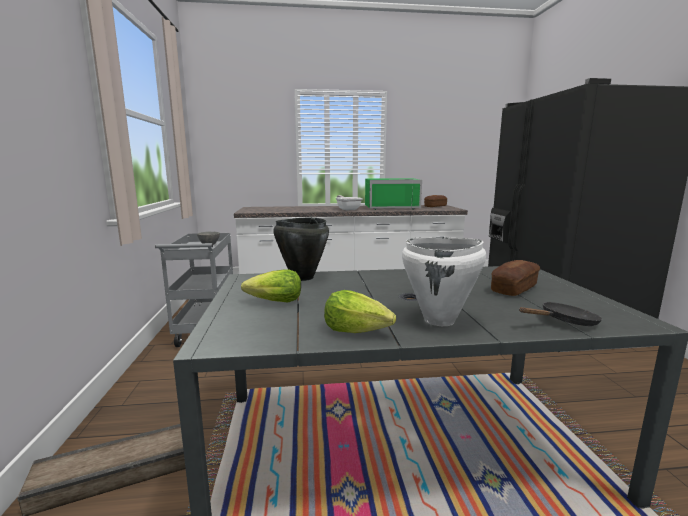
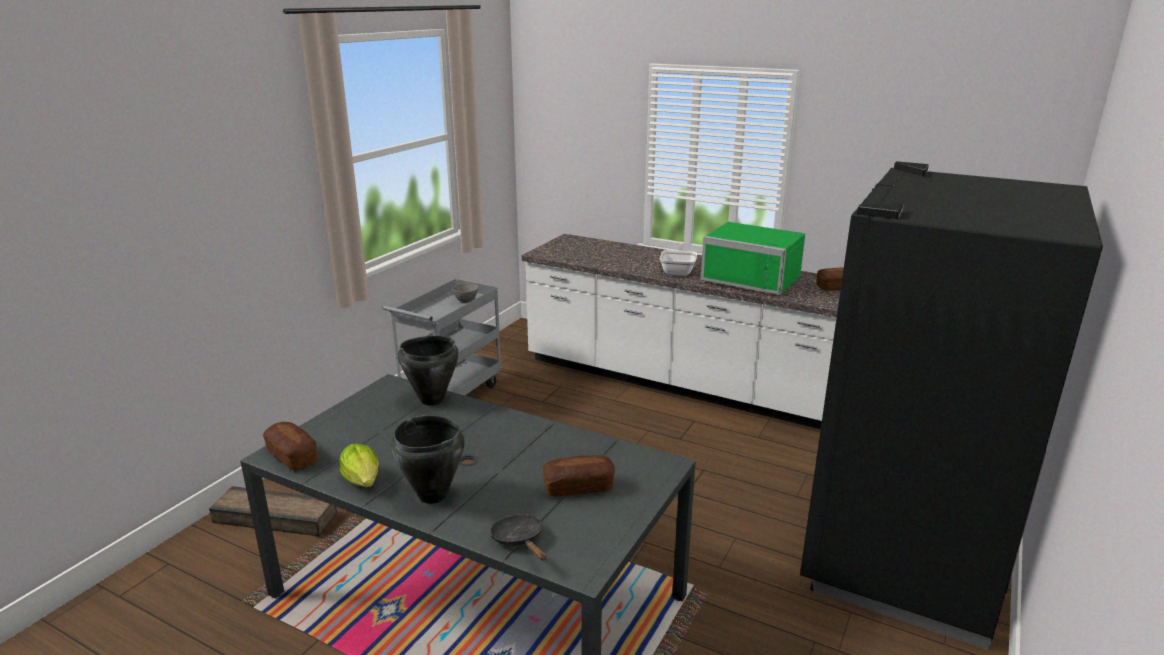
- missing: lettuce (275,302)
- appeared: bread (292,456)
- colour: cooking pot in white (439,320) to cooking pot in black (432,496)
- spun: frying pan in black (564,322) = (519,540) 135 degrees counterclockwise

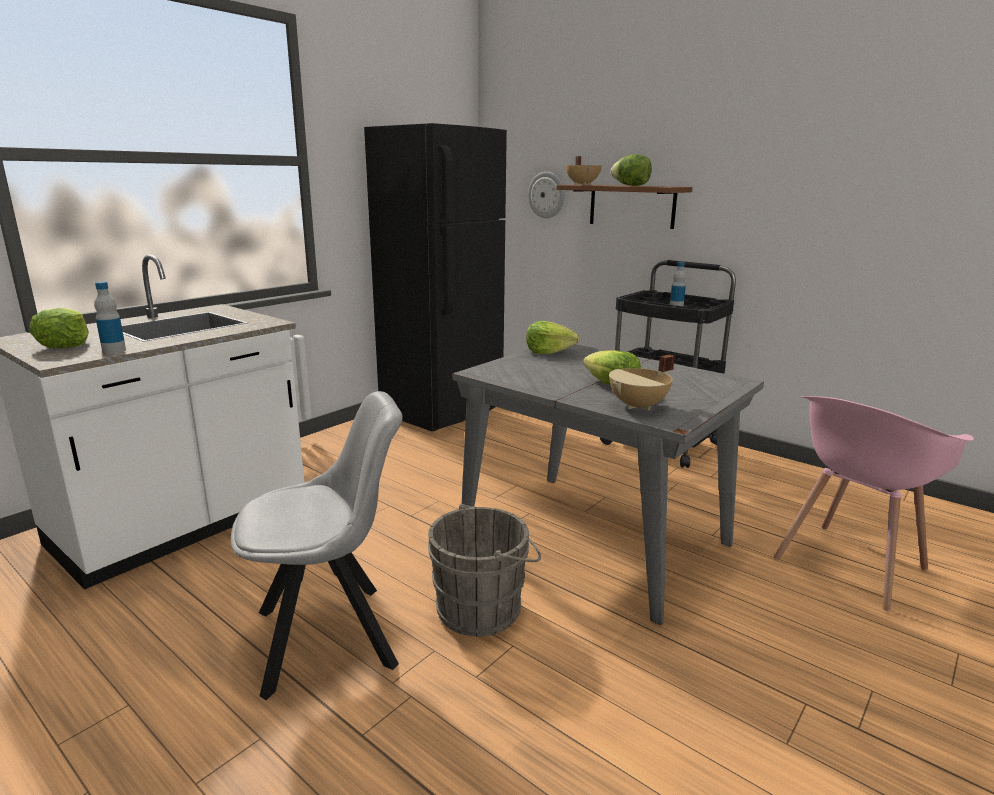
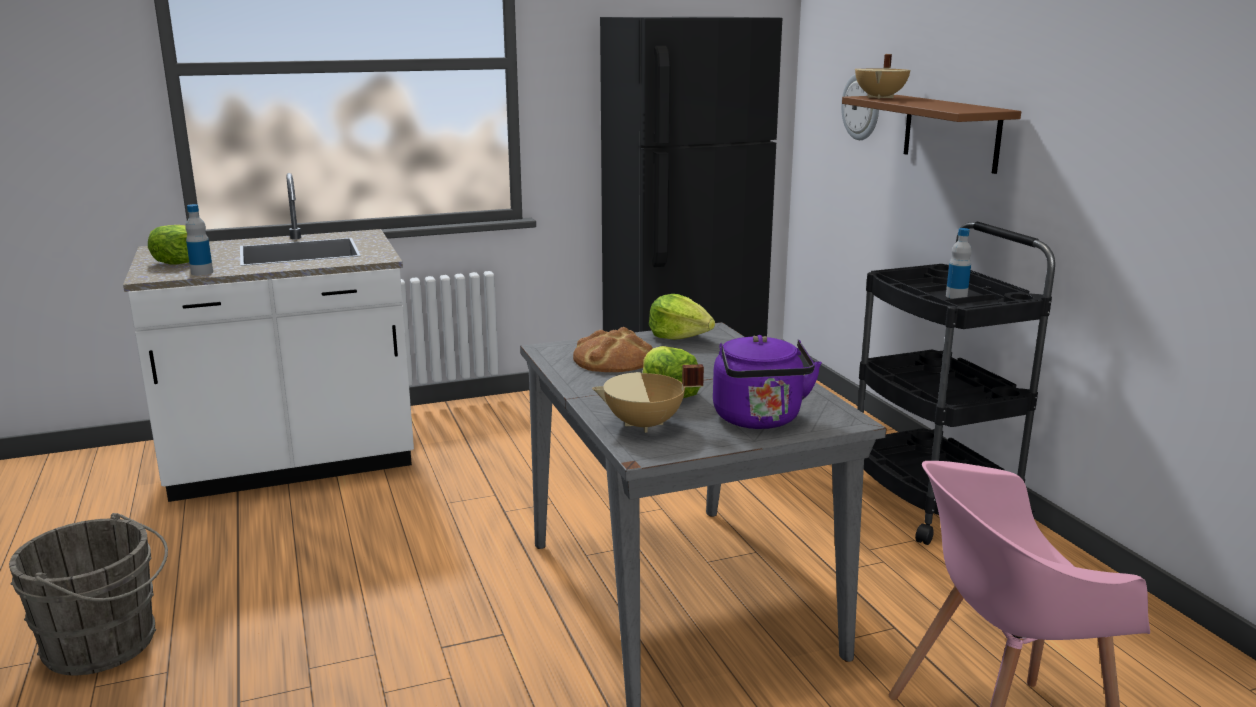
- missing: chair in grey (330,636)
- missing: lettuce (631,185)
- appeared: bread (614,359)
- appeared: kettle in purple (759,420)
- relocated: bucket in grey (484,608) to (106,645)

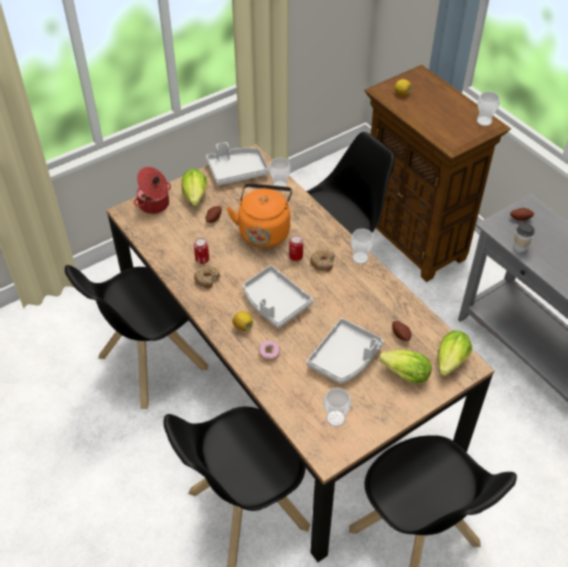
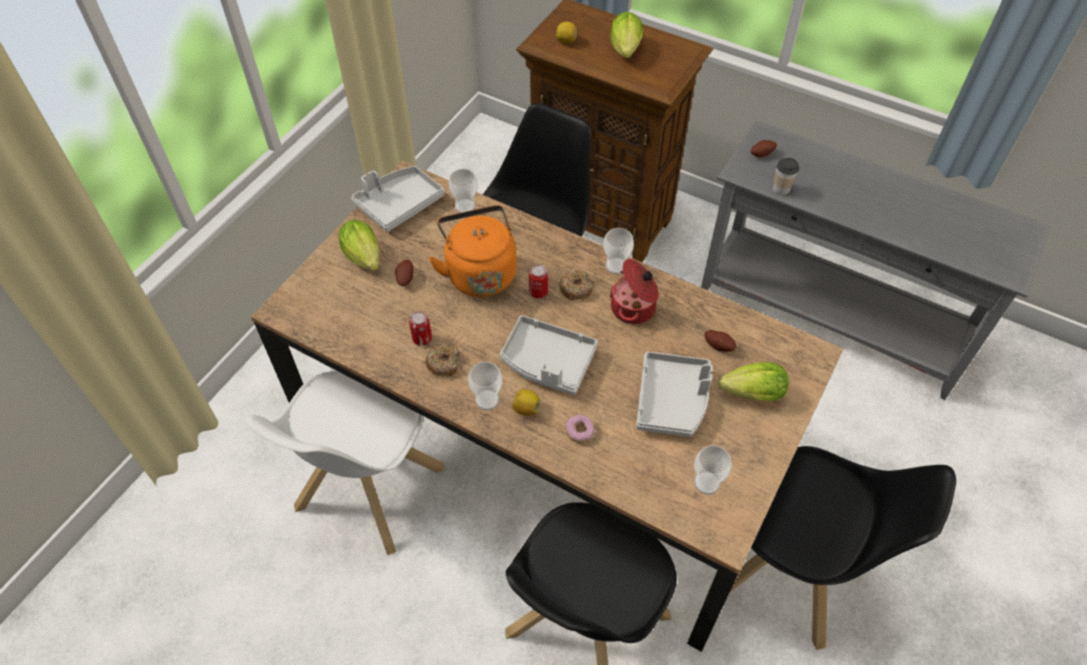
- relocated: cooking pot (154,204) to (634,308)
- relocated: lettuce (449,364) to (625,51)
- relocated: cup (484,121) to (487,400)
- colour: chair in black (149,363) to chair in white (367,491)

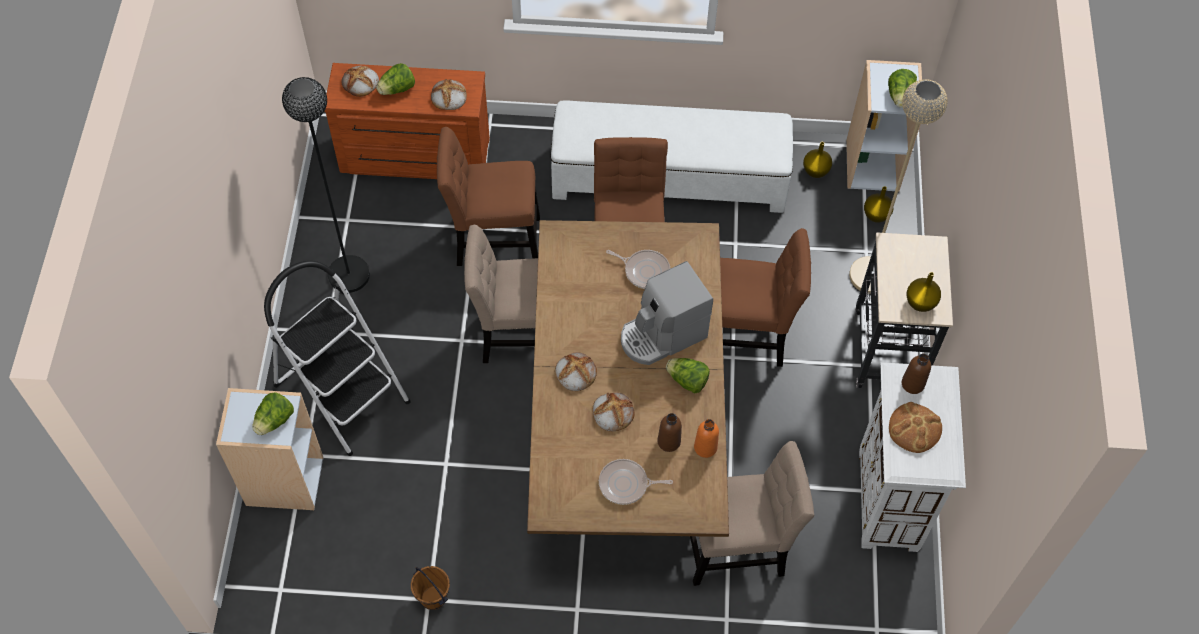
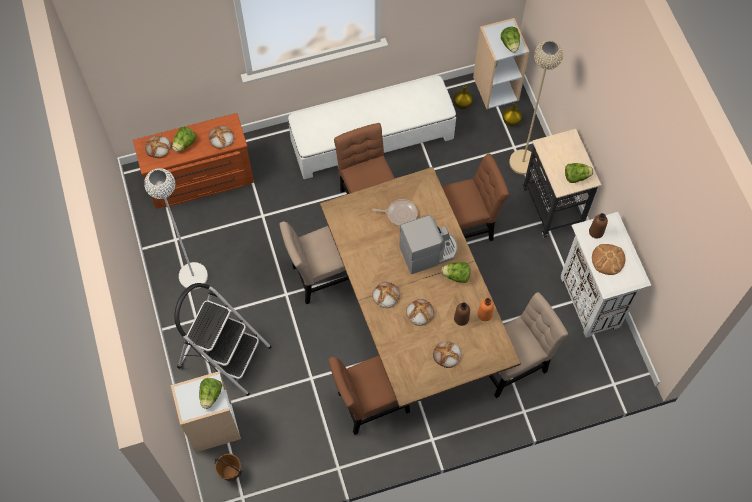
- relocated: bucket in brown (433,597) to (231,472)
- relocated: chair in brown (493,239) to (370,405)
- exchanged: frying pan (626,484) to bread (447,355)
- exchanged: vase in yellow (920,302) to lettuce (576,176)
- colour: floor lamp in black (349,274) to floor lamp in white (193,276)
- spun: coffee machine (662,335) = (428,252) 150 degrees counterclockwise

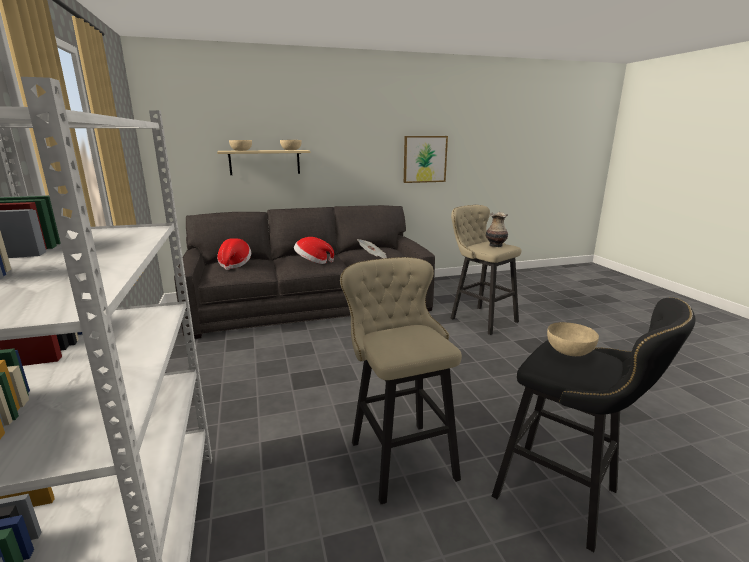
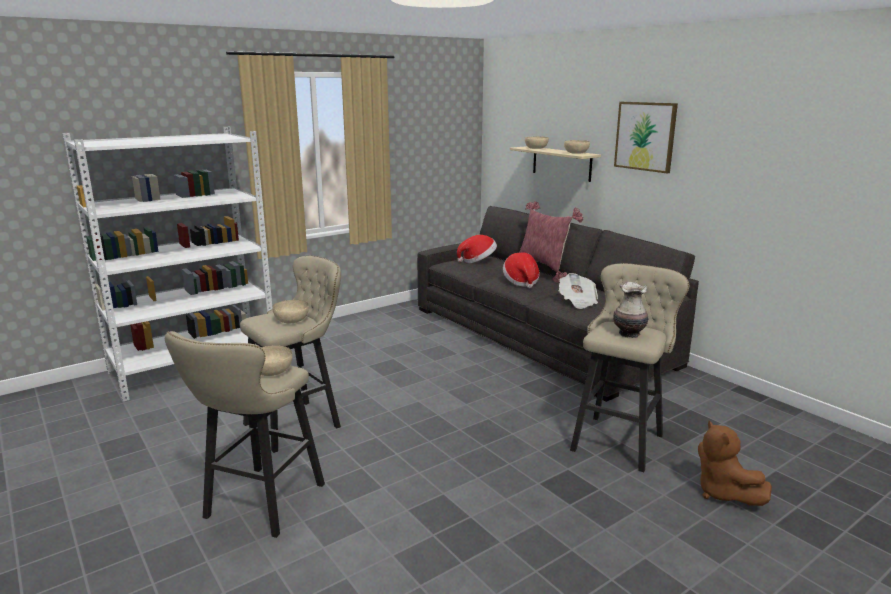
- appeared: bowl in beige (291,320)
- appeared: pillow in red (543,274)
- appeared: plush toy in brown (723,493)
- relocated: picture (425,159) to (645,136)
- colour: stool in black (570,501) to stool in beige (257,508)

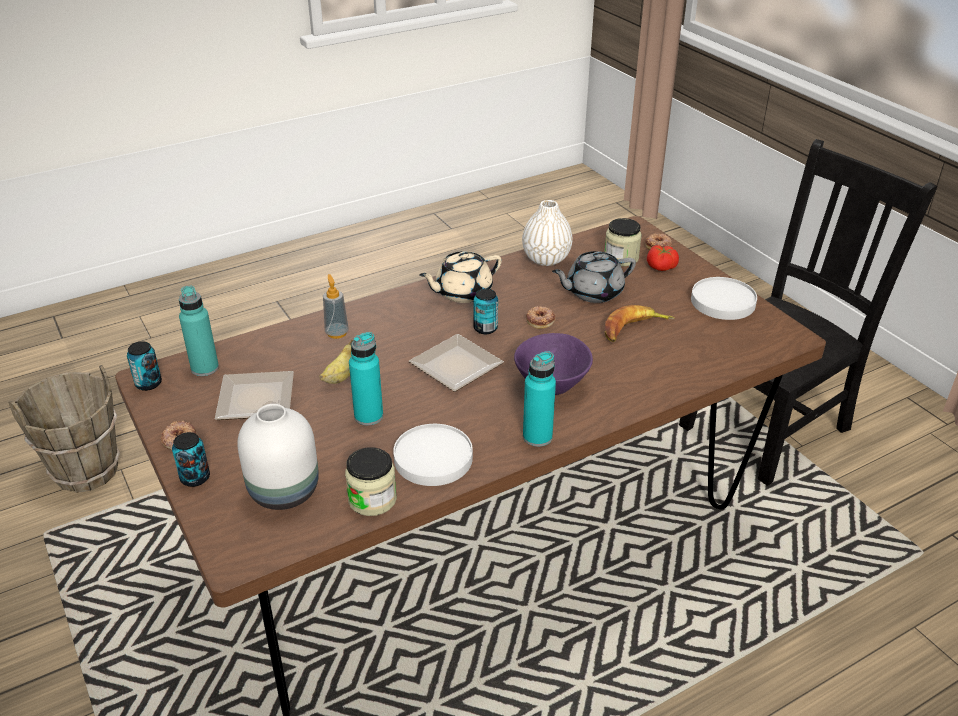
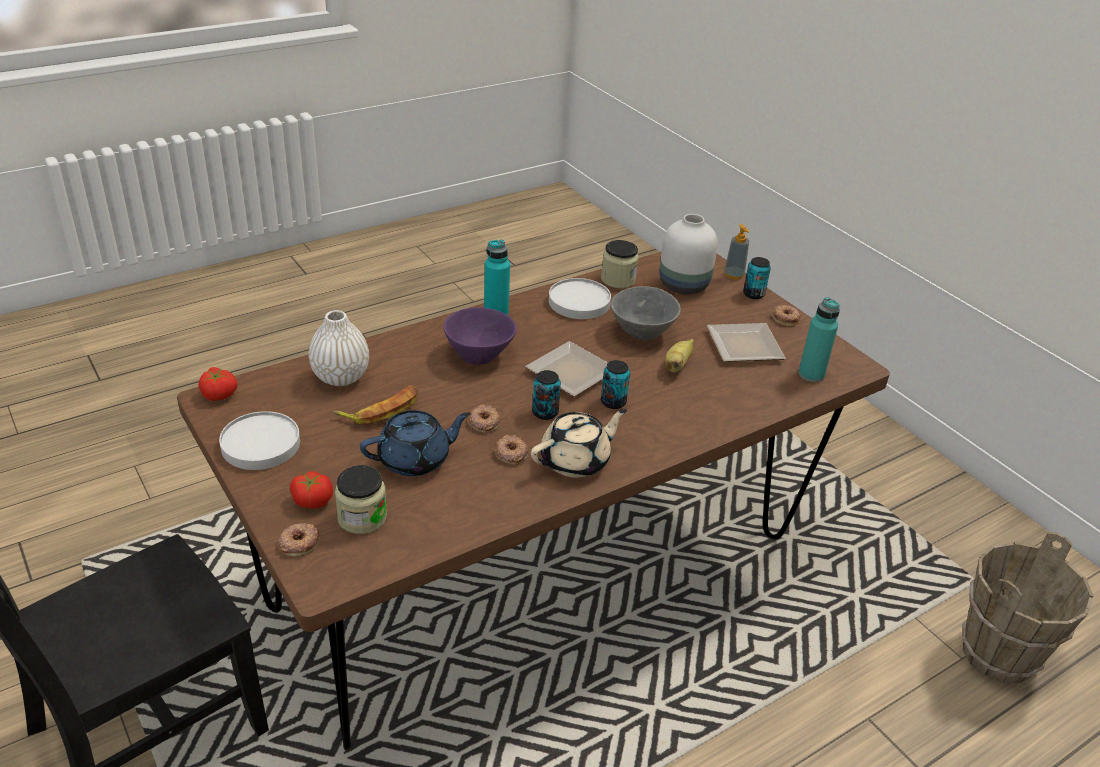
- appeared: tomato (219,394)
- appeared: donut (511,453)
- relocated: can (148,383) to (613,402)
- relocated: soap dispenser (337,333) to (734,275)
- relocated: vase in white (546,259) to (341,377)
- exchanged: bottle in turquoise (368,416) to bowl in grey (640,332)
- colour: teapot in grey (593,292) to teapot in blue (415,459)

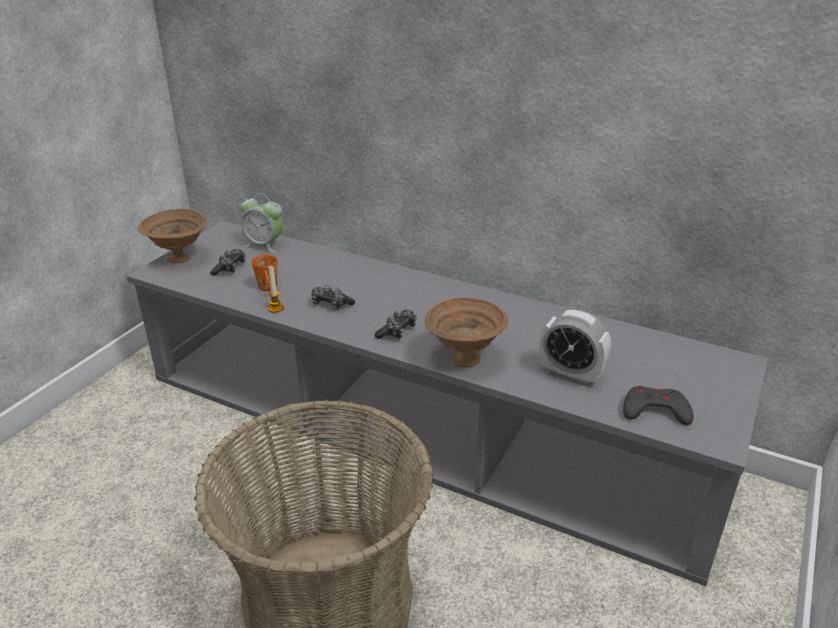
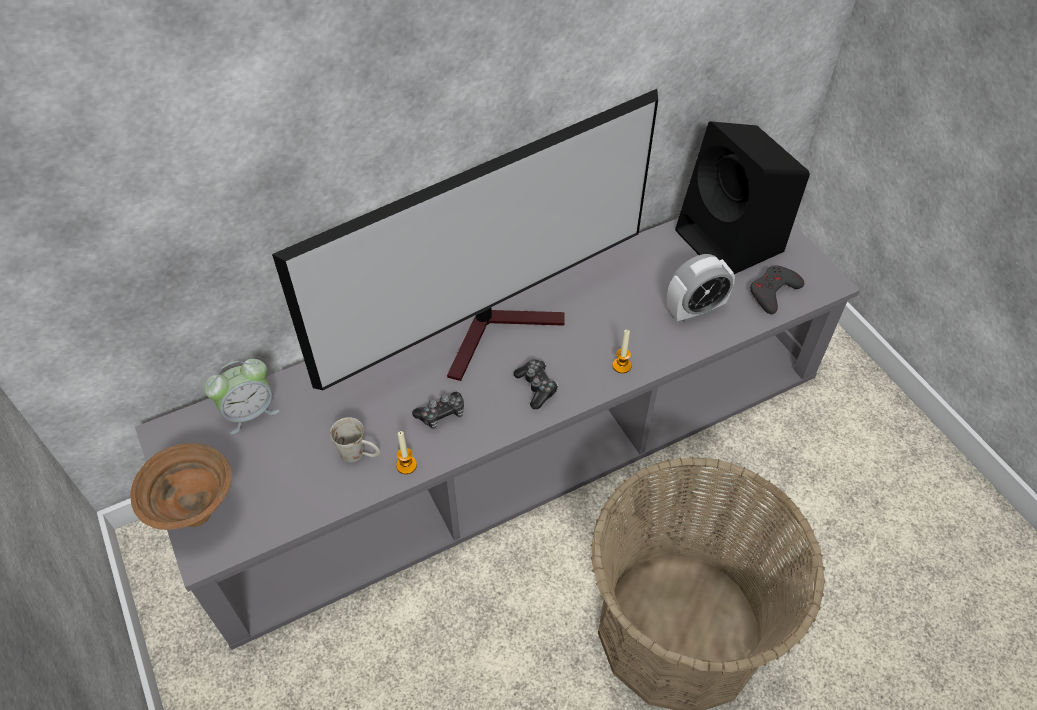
- missing: game controller (230,268)
- appeared: television (498,329)
- appeared: speaker in black (731,242)
- exchanged: bowl in brown (464,360) to candle (621,365)
- colour: mug in orange (268,289) to mug in white (360,454)

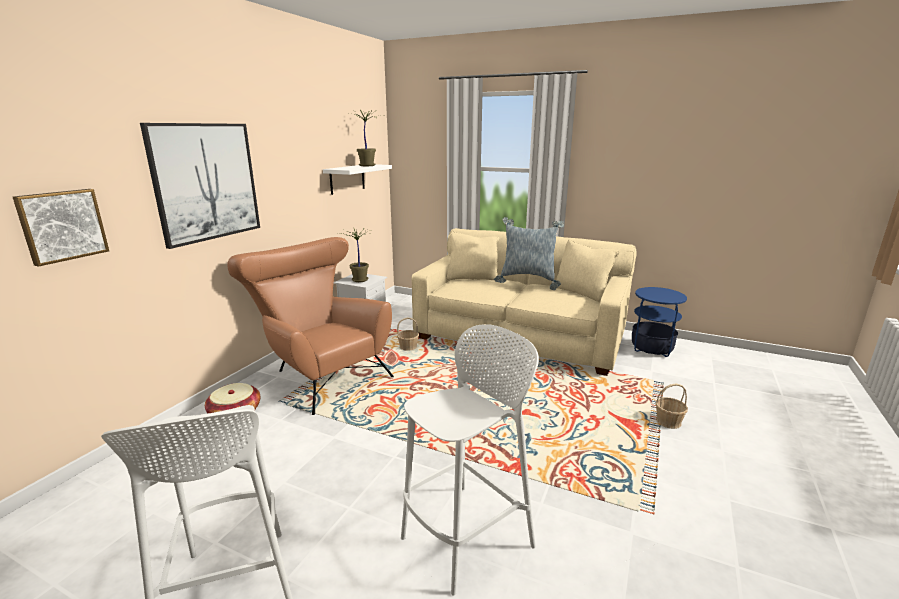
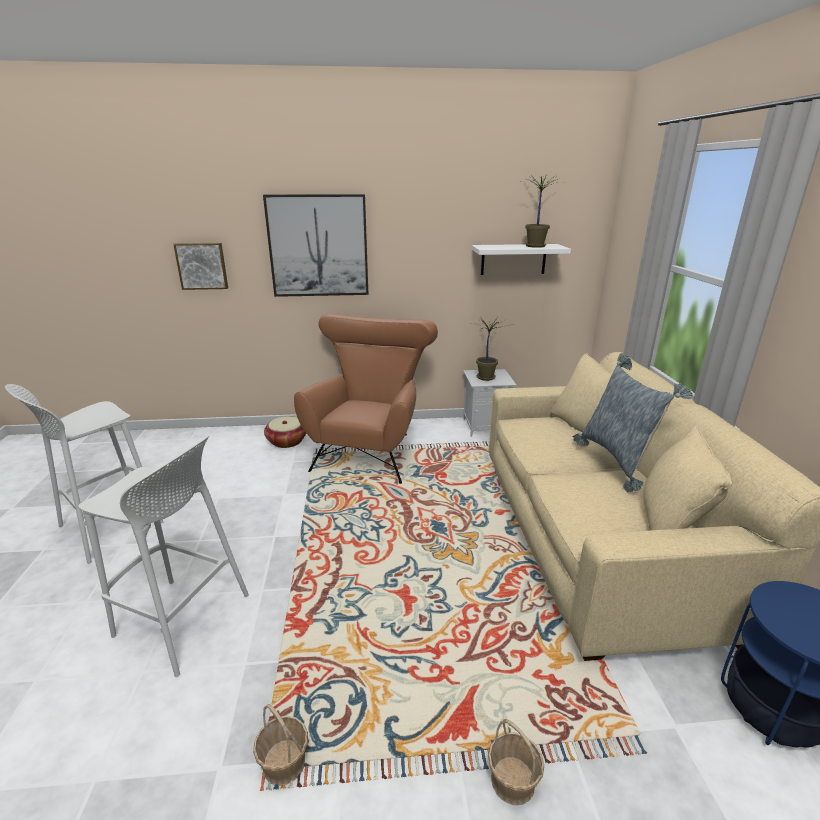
- relocated: basket (408,347) to (284,763)

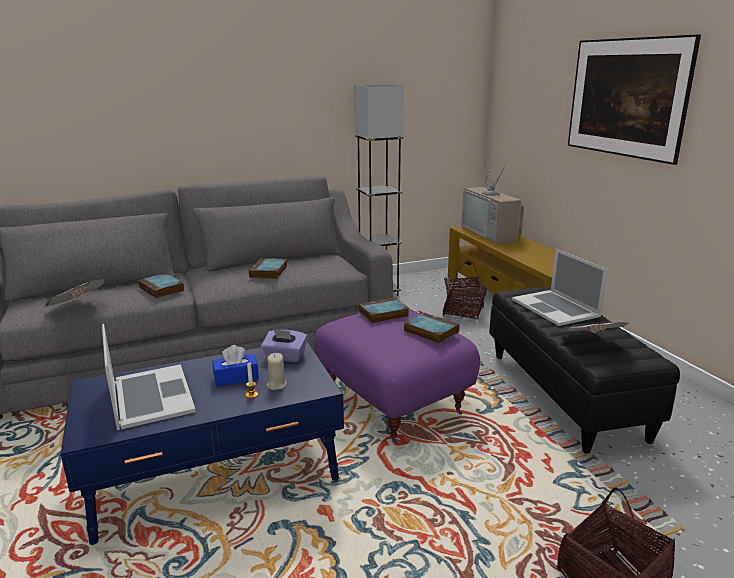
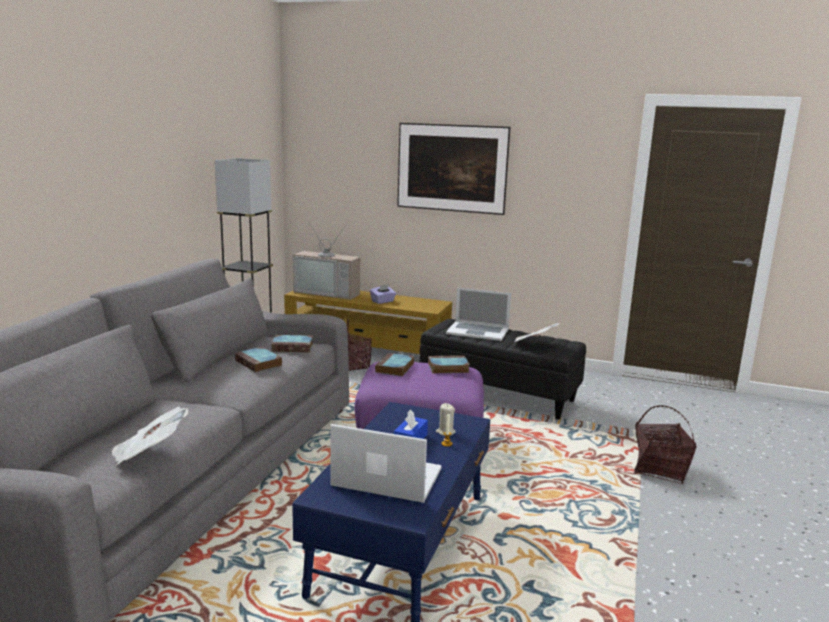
- relocated: book (162,289) to (293,347)
- relocated: tissue box in purple (285,357) to (383,301)

